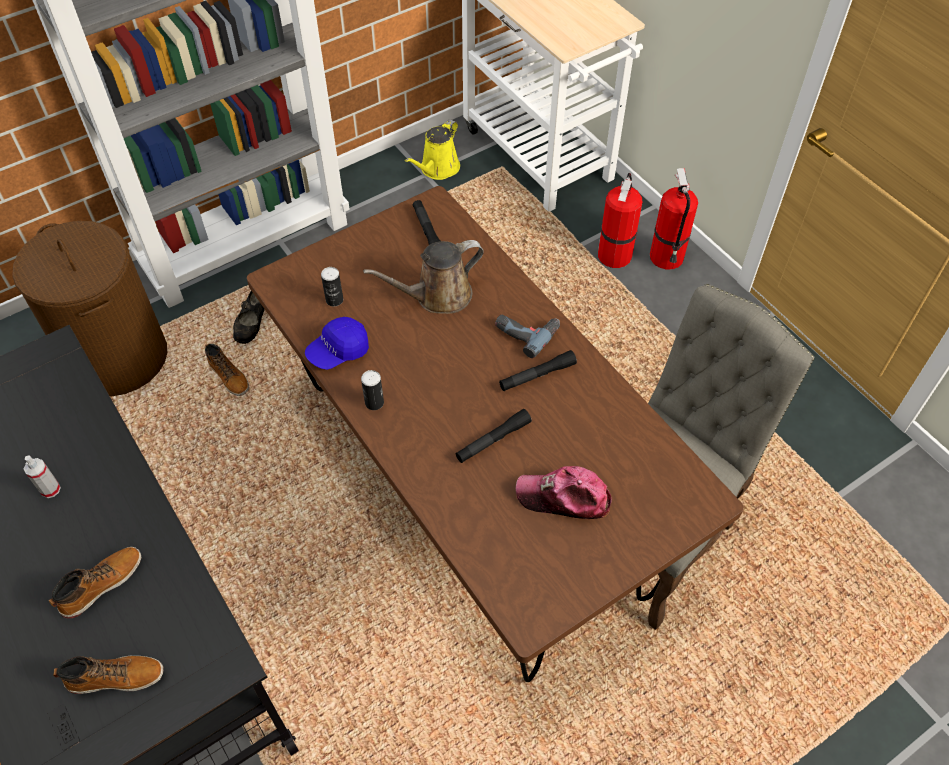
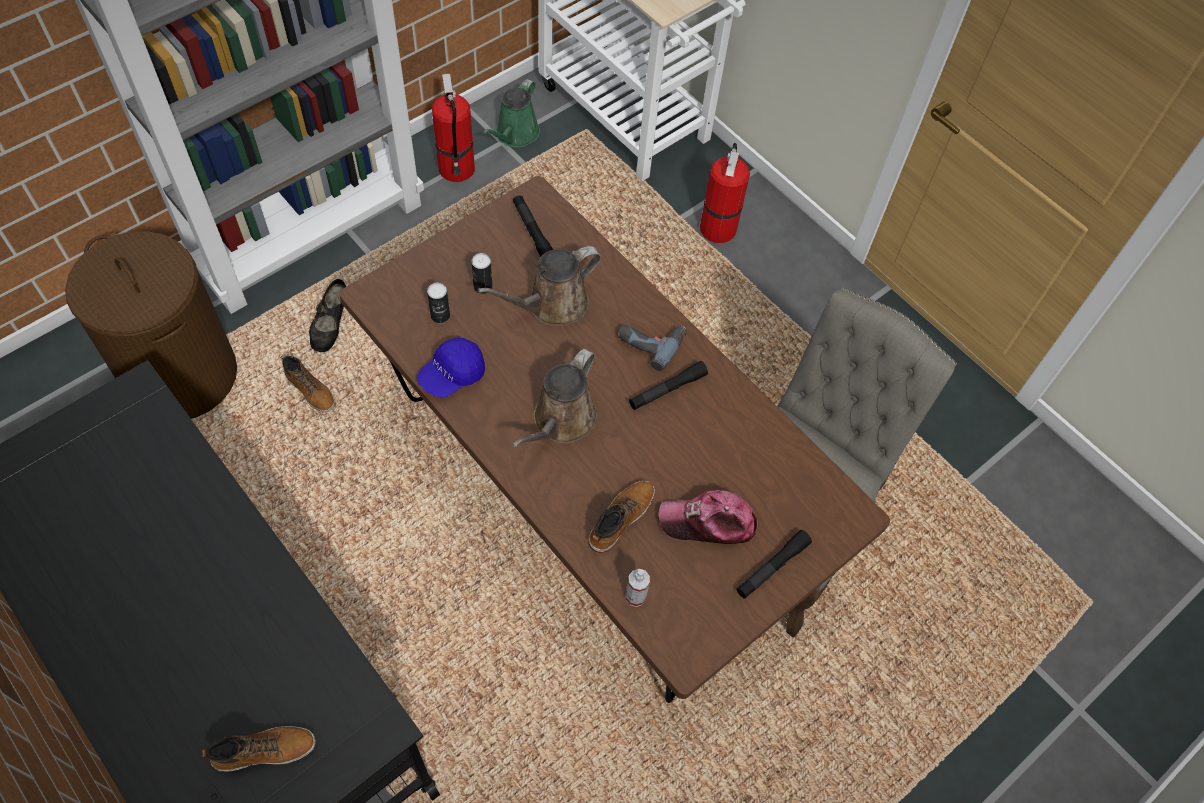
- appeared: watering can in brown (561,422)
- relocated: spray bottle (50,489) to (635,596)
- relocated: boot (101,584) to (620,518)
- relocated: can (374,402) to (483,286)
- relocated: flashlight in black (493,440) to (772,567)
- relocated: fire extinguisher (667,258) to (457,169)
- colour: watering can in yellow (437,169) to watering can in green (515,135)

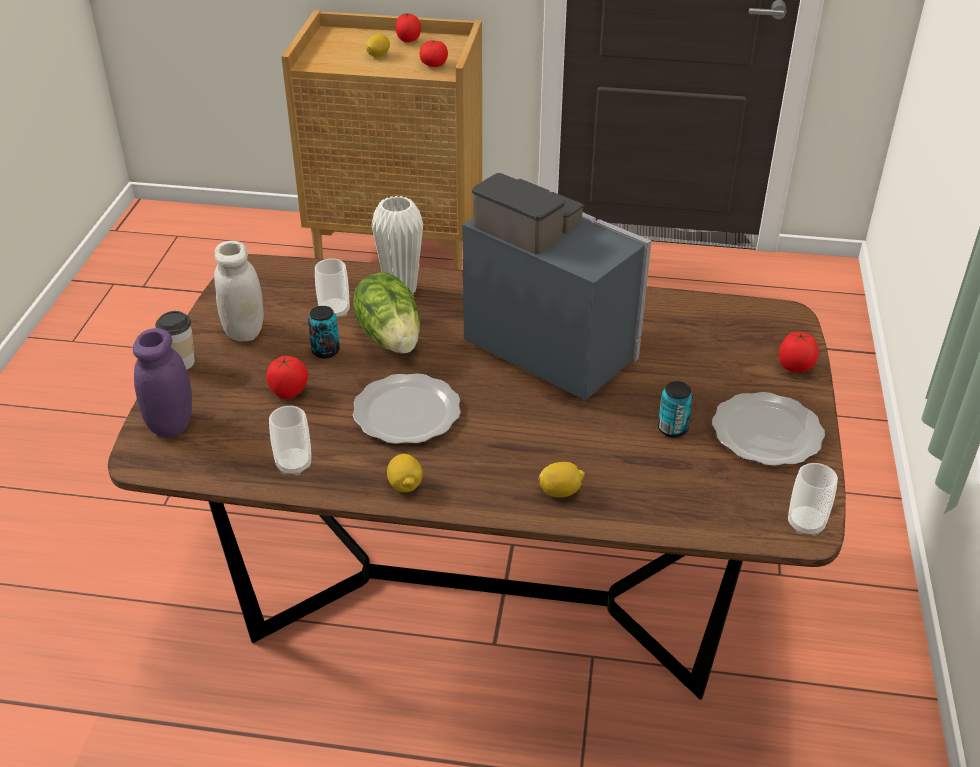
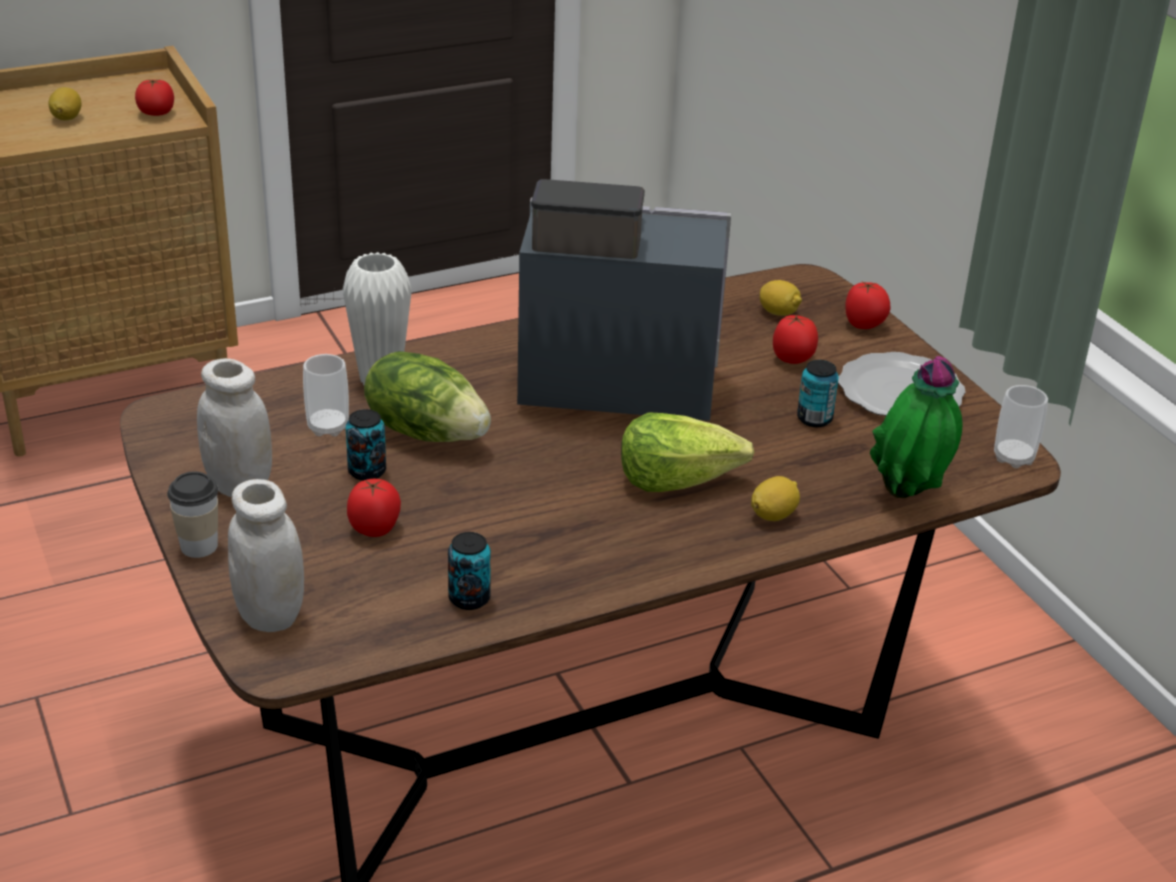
- missing: plate (408,412)
- appeared: lettuce (677,479)
- appeared: potted plant (909,497)
- relocated: lemon (405,485) to (778,312)
- relocated: tomato (408,41) to (793,360)
- exchanged: cup (294,465) to can (469,598)
- colour: jar in purple (171,425) to jar in white (270,615)

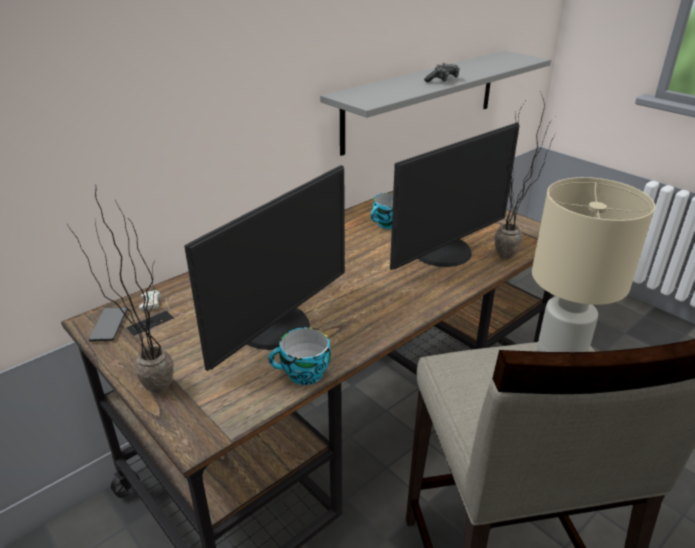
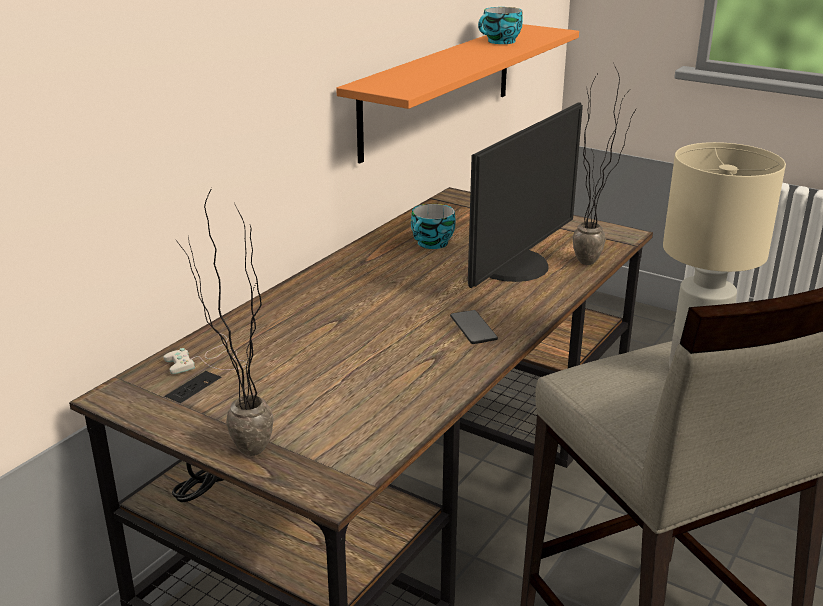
- missing: monitor (277,328)
- missing: game controller (442,80)
- relocated: phone (109,325) to (473,328)
- relocated: cup (303,374) to (500,42)
- colour: shelf in grey (422,100) to shelf in orange (439,89)

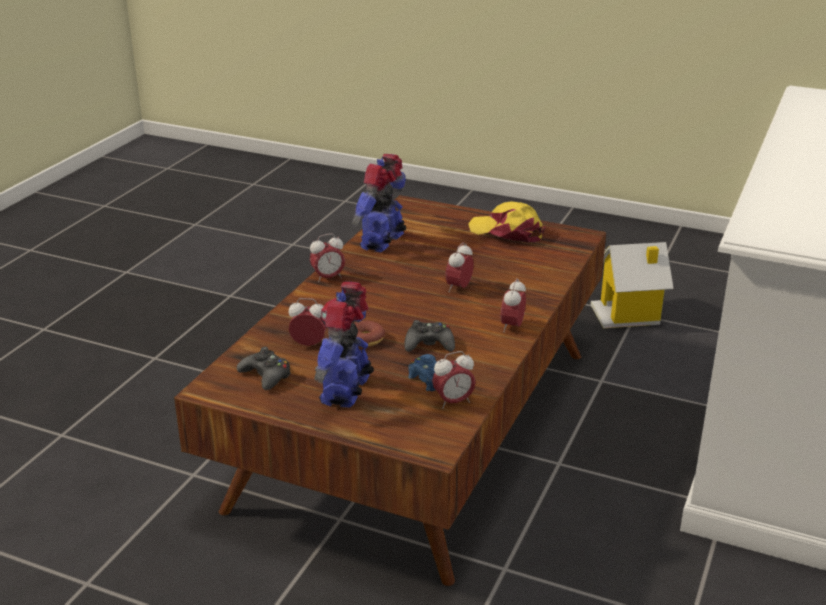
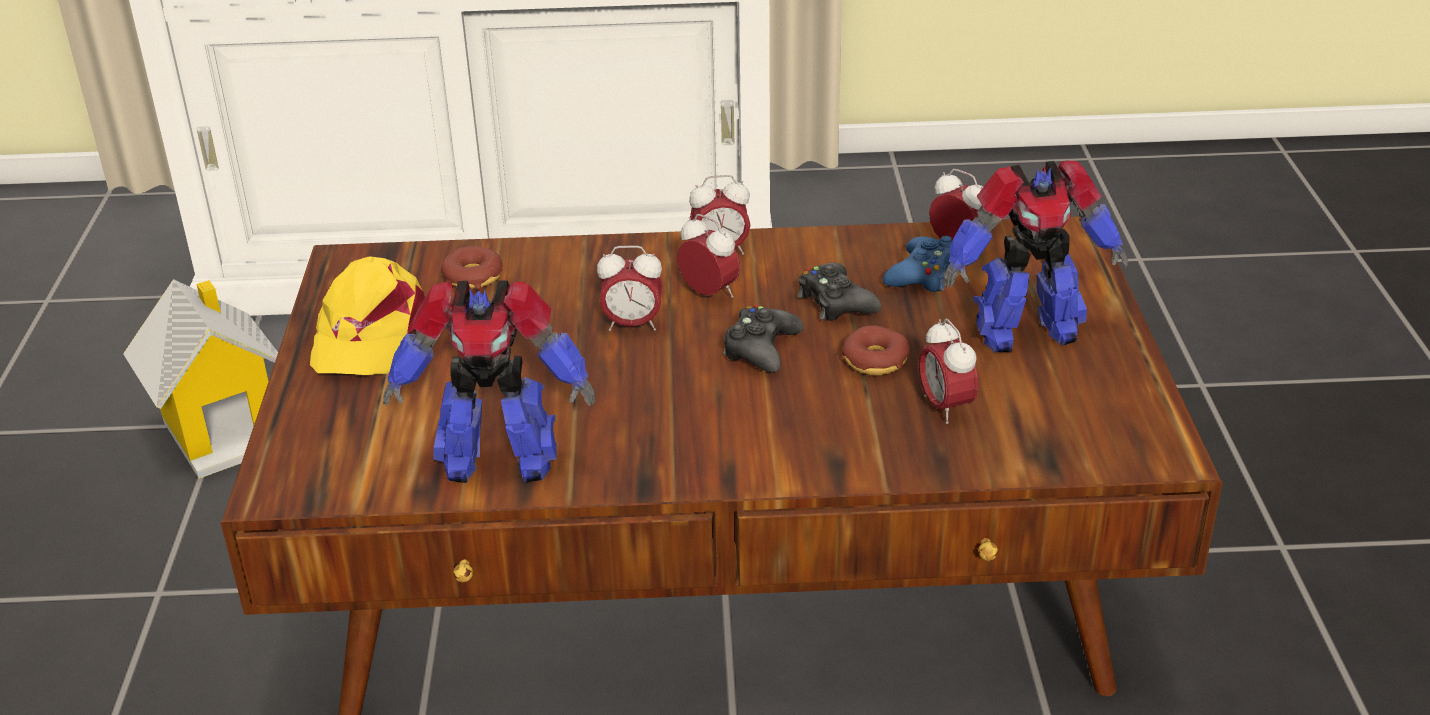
- appeared: donut (473,277)
- relocated: game controller in black (266,376) to (761,349)
- relocated: alarm clock (328,278) to (709,294)

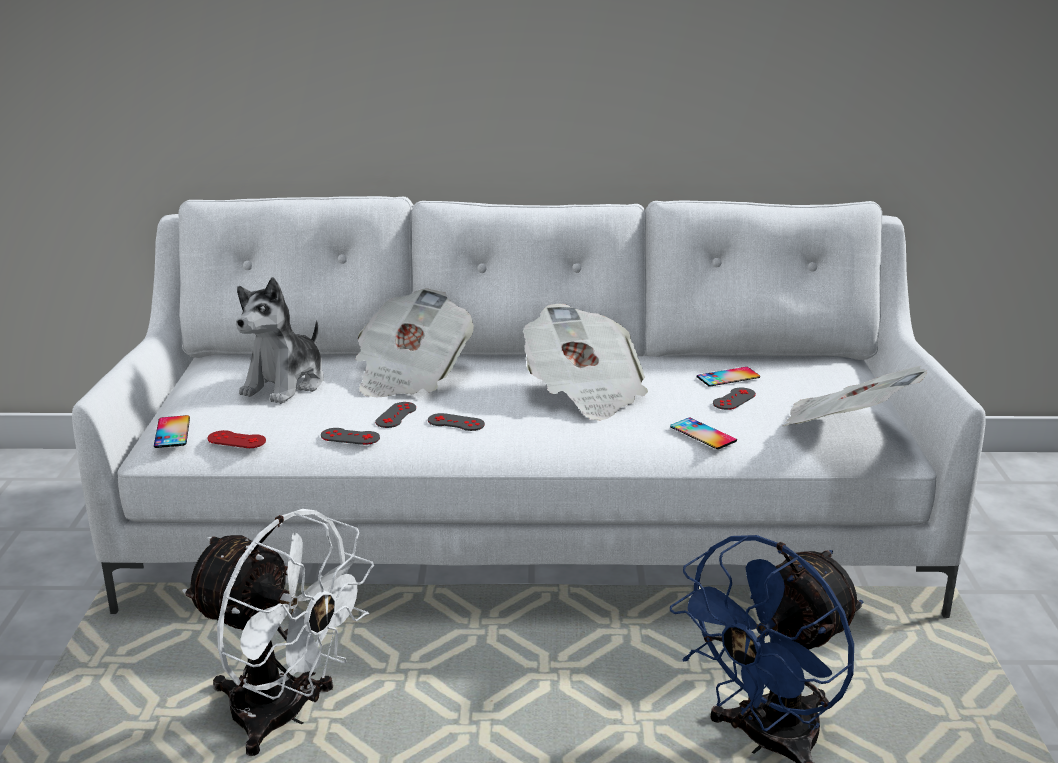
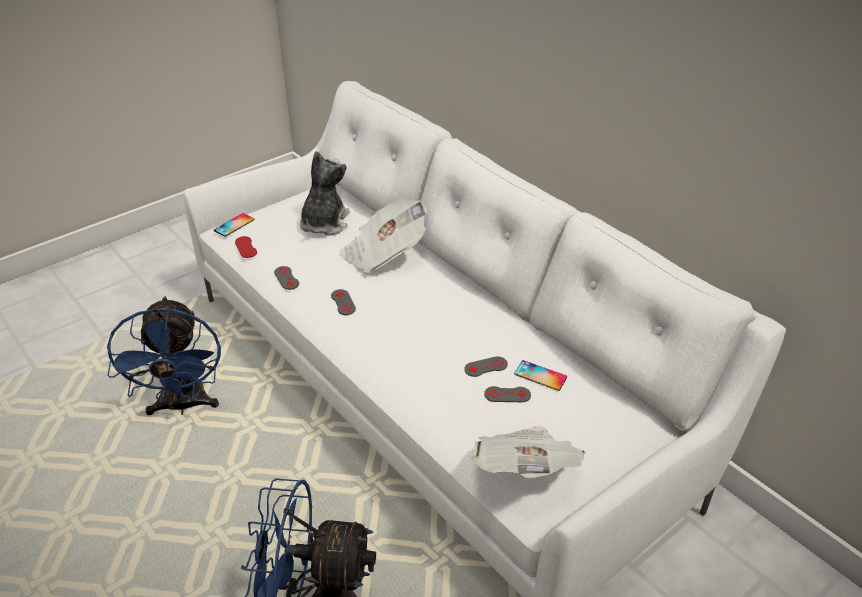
- missing: newspaper (584,393)
- missing: phone (703,434)
- relocated: game controller in grey (396,415) to (486,367)
- colour: fan in white (284,717) to fan in blue (183,406)
- spun: plush toy (286,384) = (324,223) 120 degrees clockwise

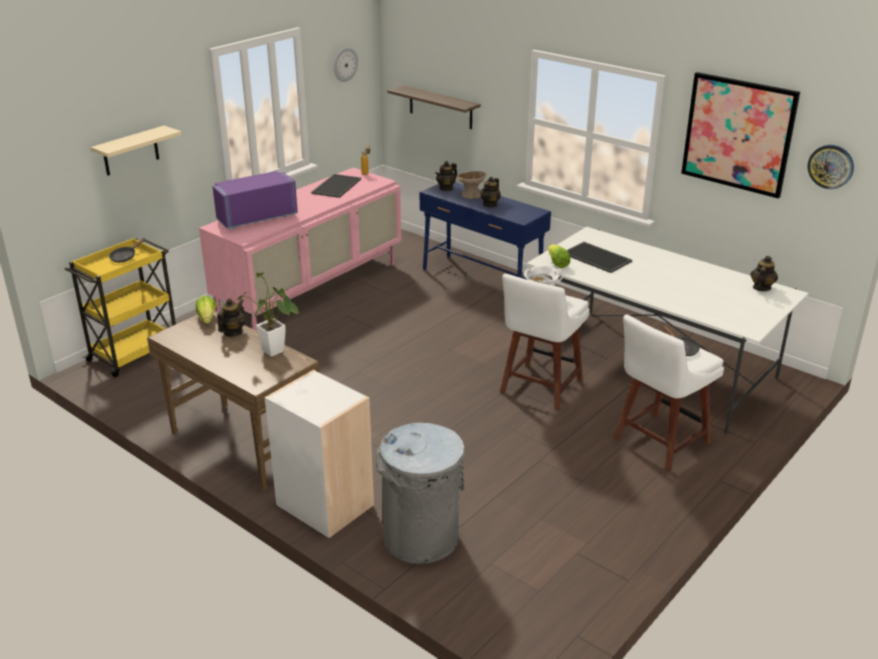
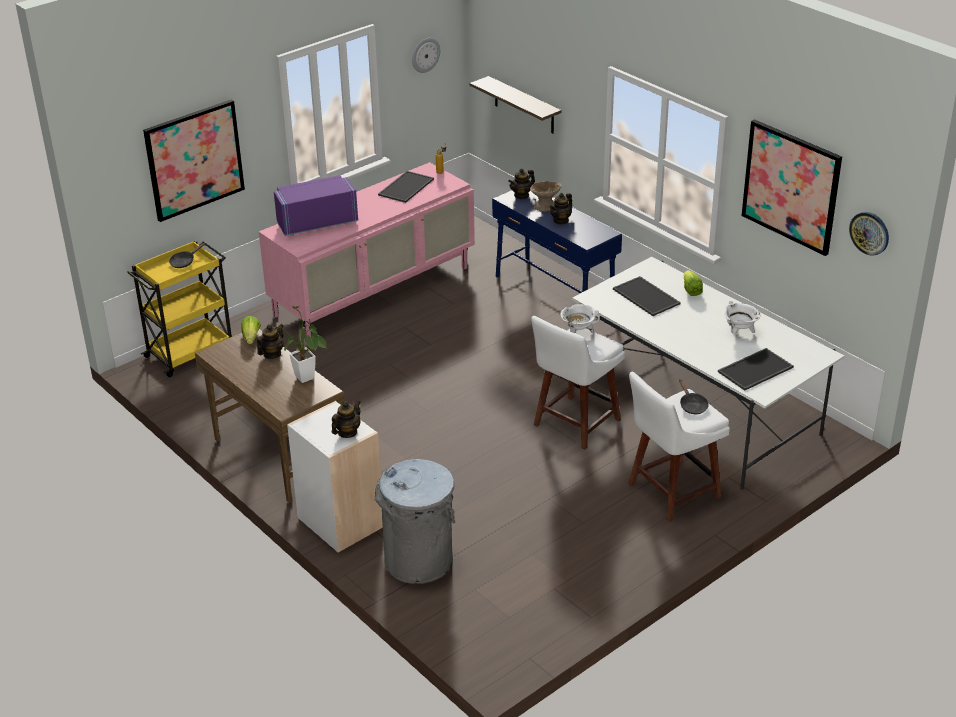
- appeared: tray (755,370)
- appeared: cooking pot in white (739,332)
- relocated: lettuce (557,263) to (691,290)
- relocated: teapot (761,288) to (347,432)
- exchanged: shelf in beige (130,151) to picture (194,159)

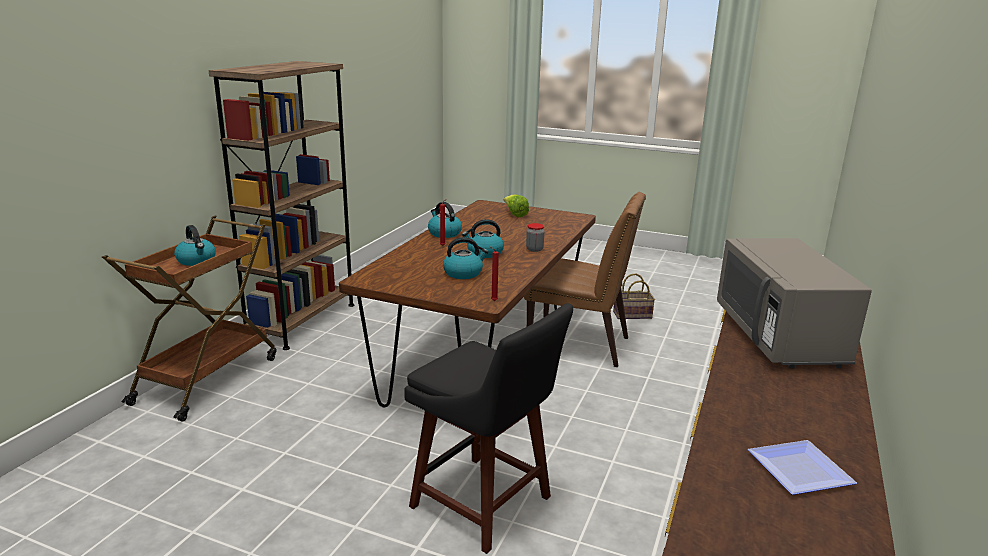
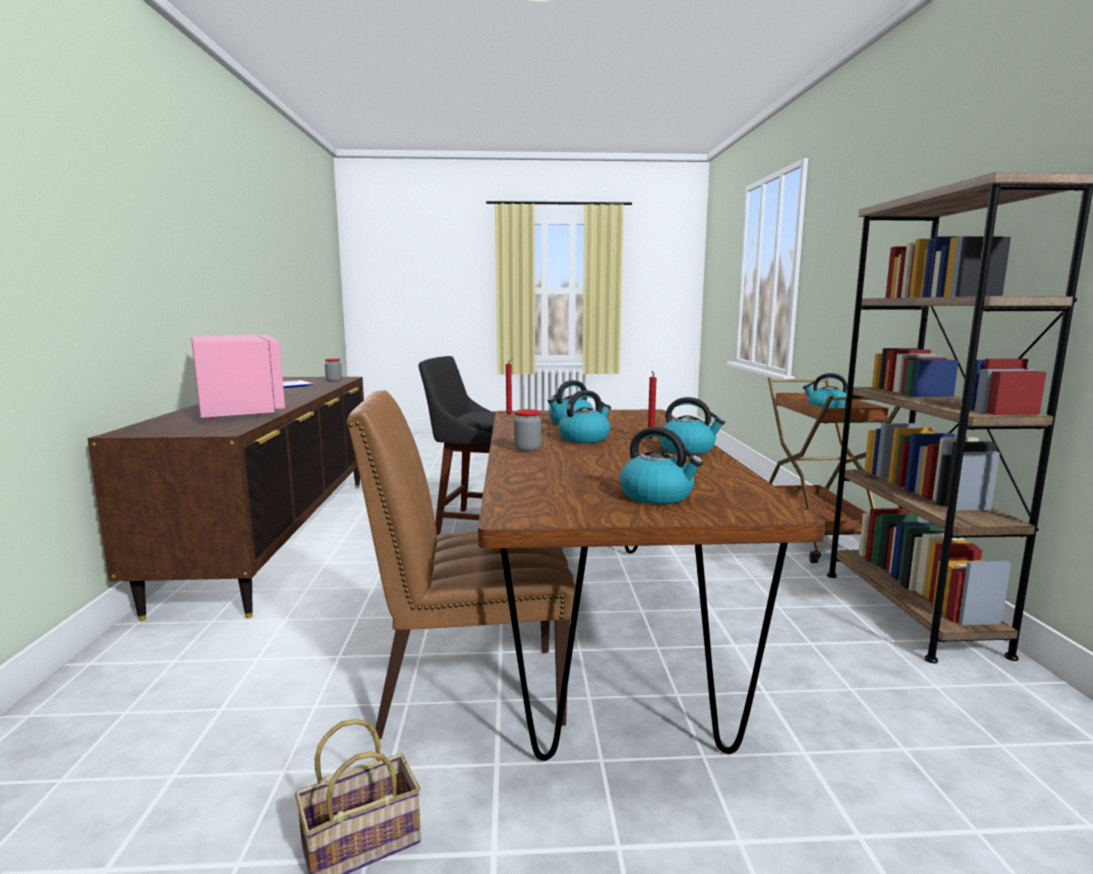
- appeared: jar (334,381)
- exchanged: lettuce (515,214) to kettle (657,496)
- colour: microwave in grey (778,337) to microwave in pink (239,411)

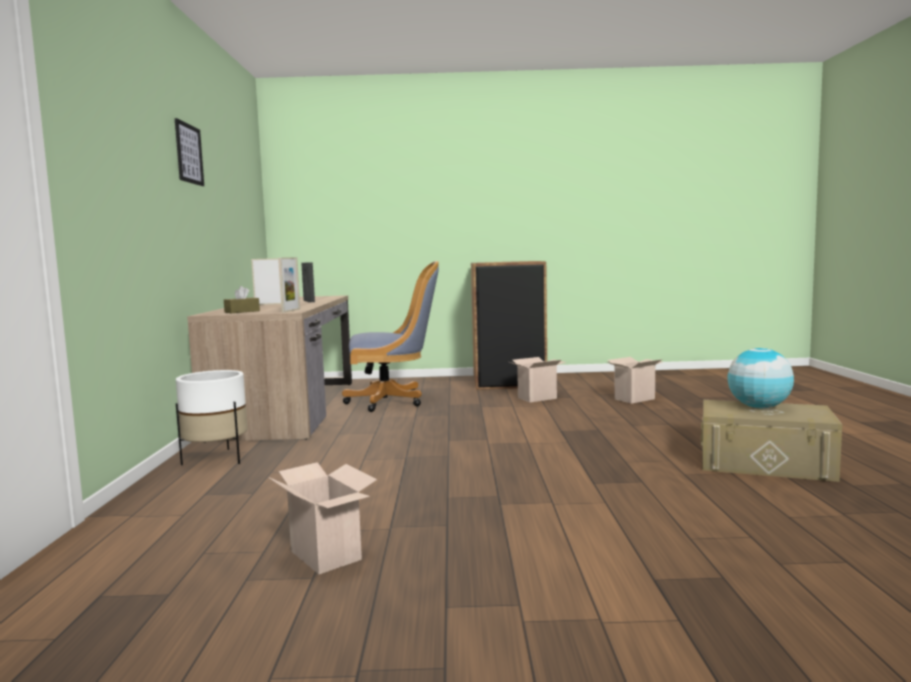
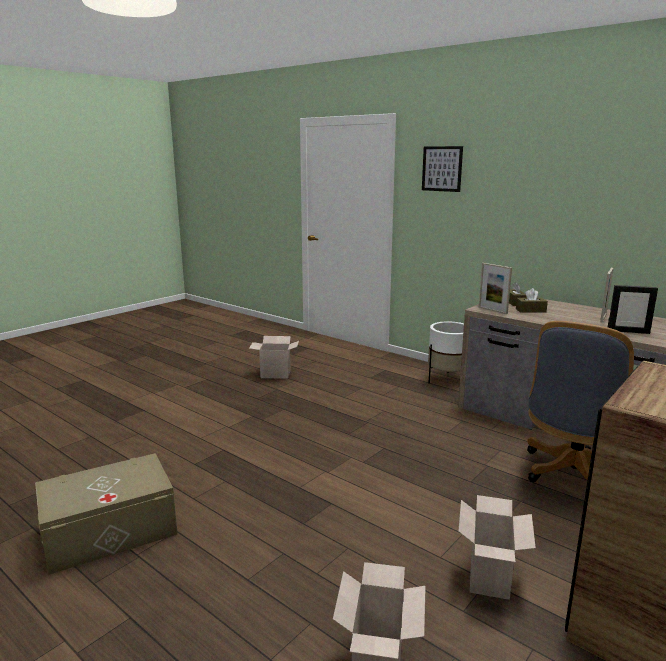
- missing: globe (759,407)
- appeared: tissue box in brown (530,310)
- relocated: picture (189,153) to (442,169)

